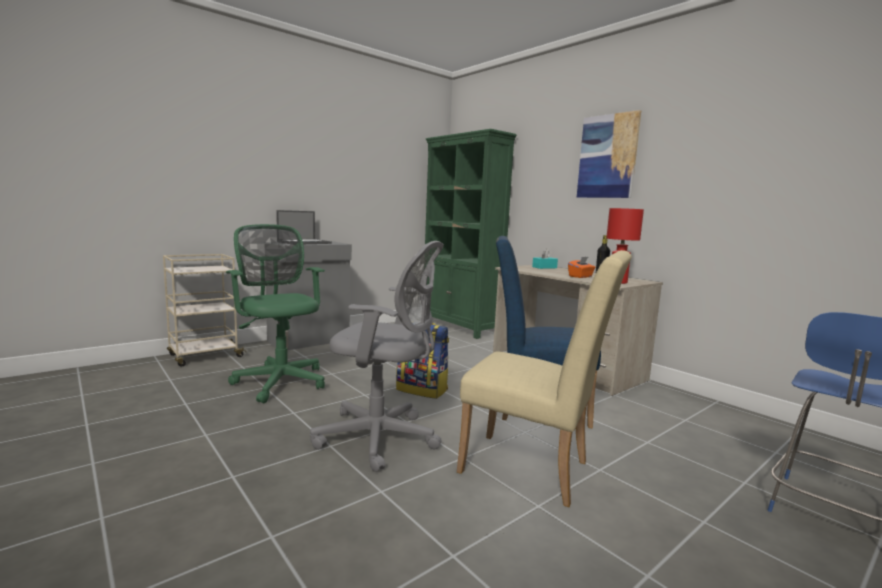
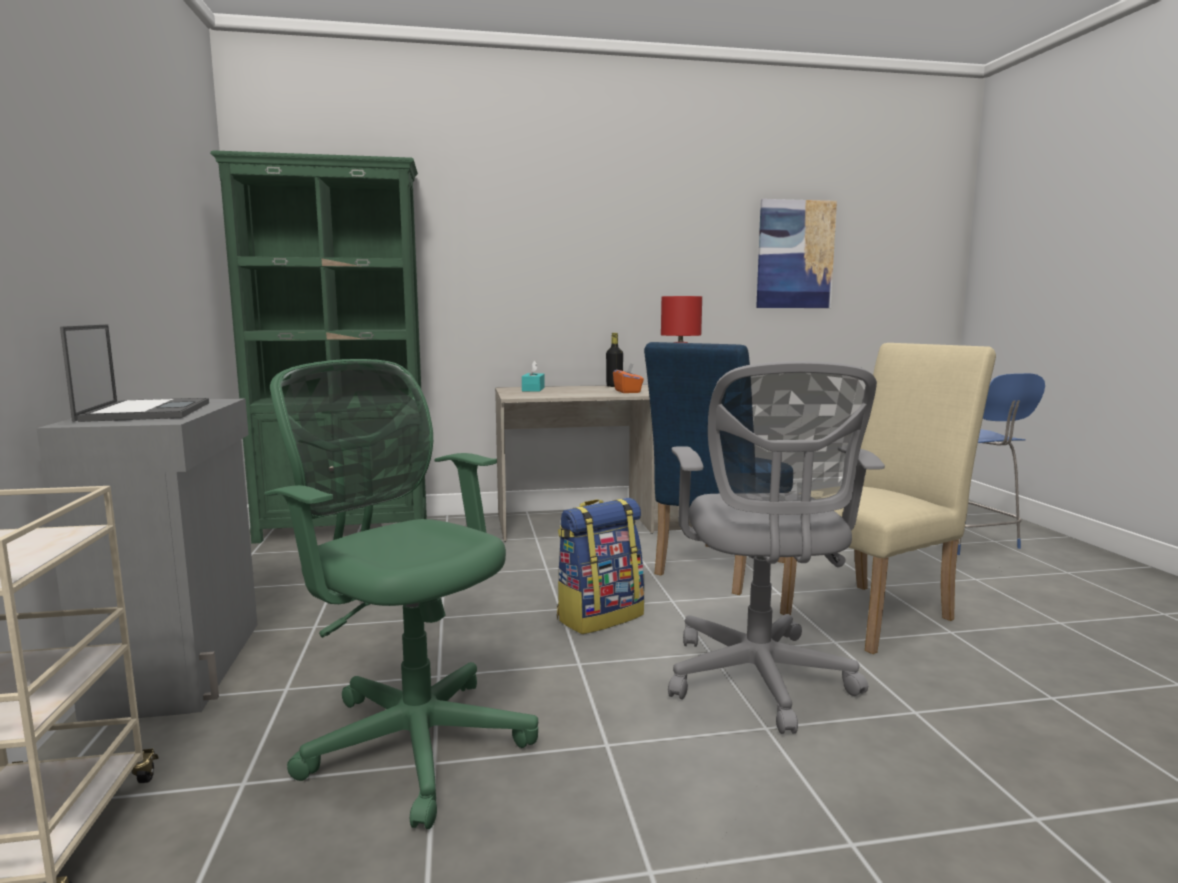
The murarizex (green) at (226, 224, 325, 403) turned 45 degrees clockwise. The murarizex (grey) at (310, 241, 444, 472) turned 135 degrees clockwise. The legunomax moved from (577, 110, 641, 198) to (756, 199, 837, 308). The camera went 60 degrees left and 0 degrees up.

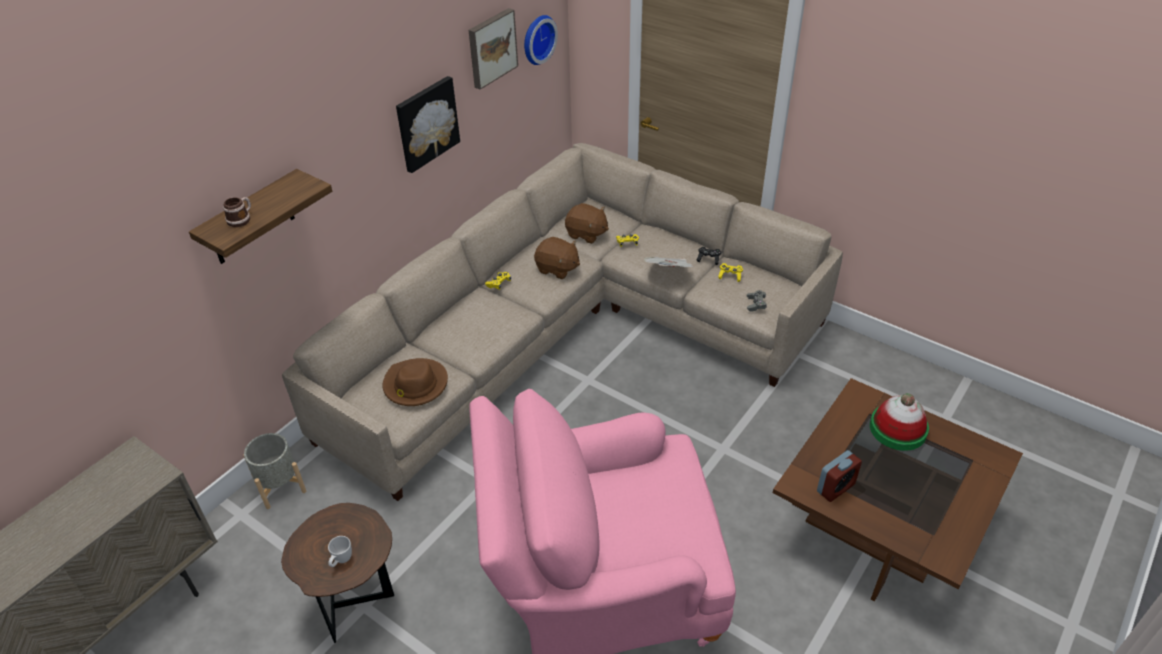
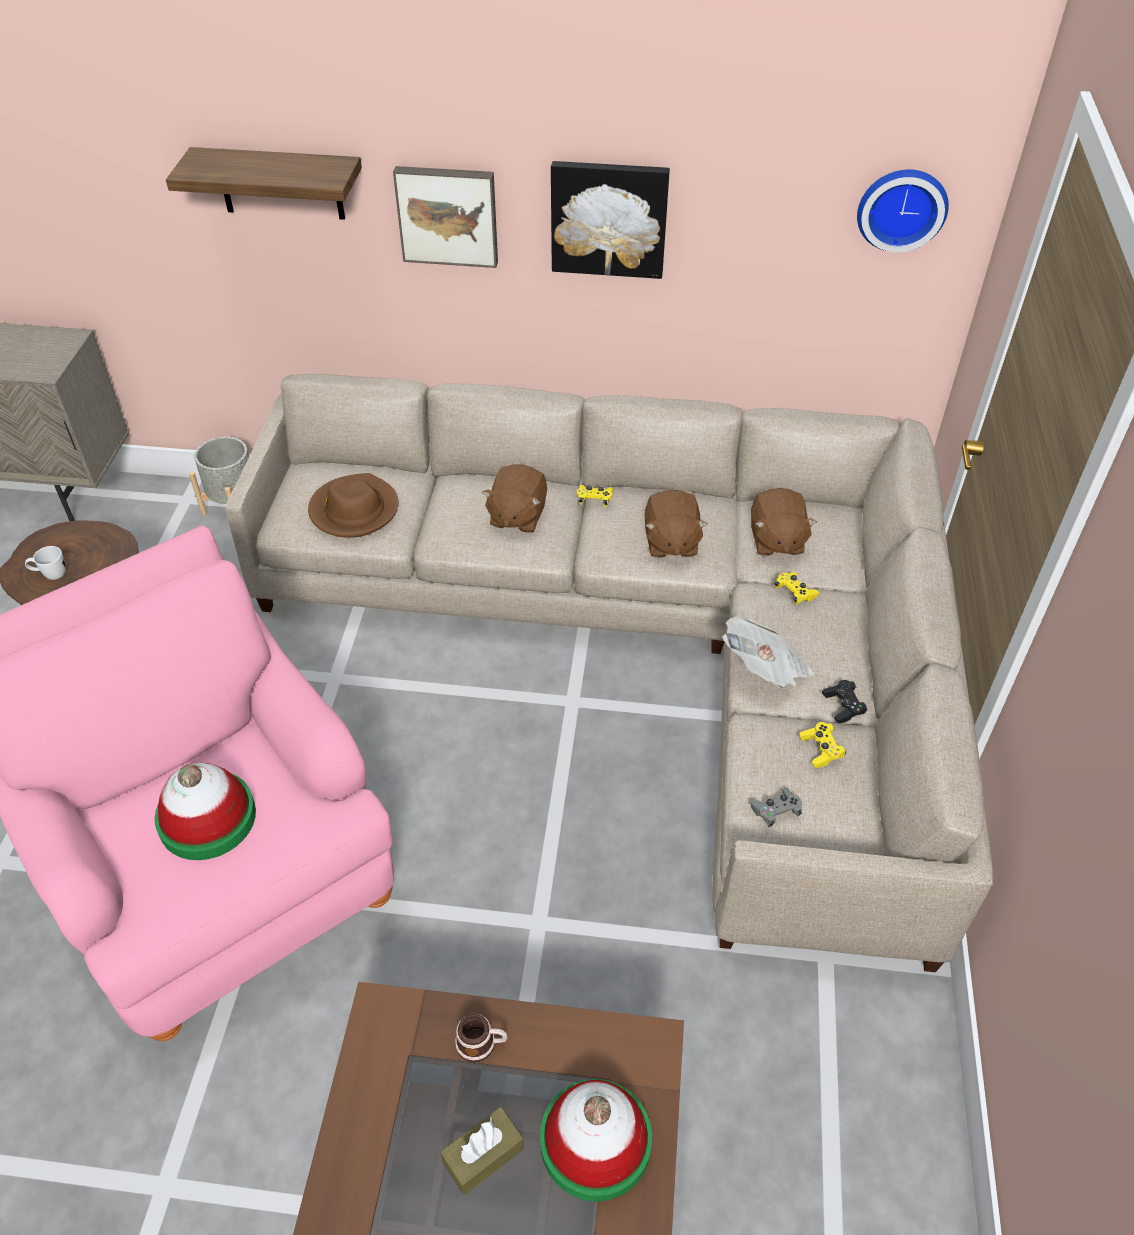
The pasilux at (155, 763, 256, 860) appeared. The legunomax moved from (468, 8, 518, 90) to (393, 166, 498, 268). The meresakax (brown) at (440, 1107, 524, 1195) appeared. The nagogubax moved from (223, 197, 251, 227) to (455, 1014, 508, 1062). The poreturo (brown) at (482, 464, 547, 533) appeared. The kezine at (817, 450, 862, 502) disappeared. The camera went 60 degrees right and 5 degrees up.

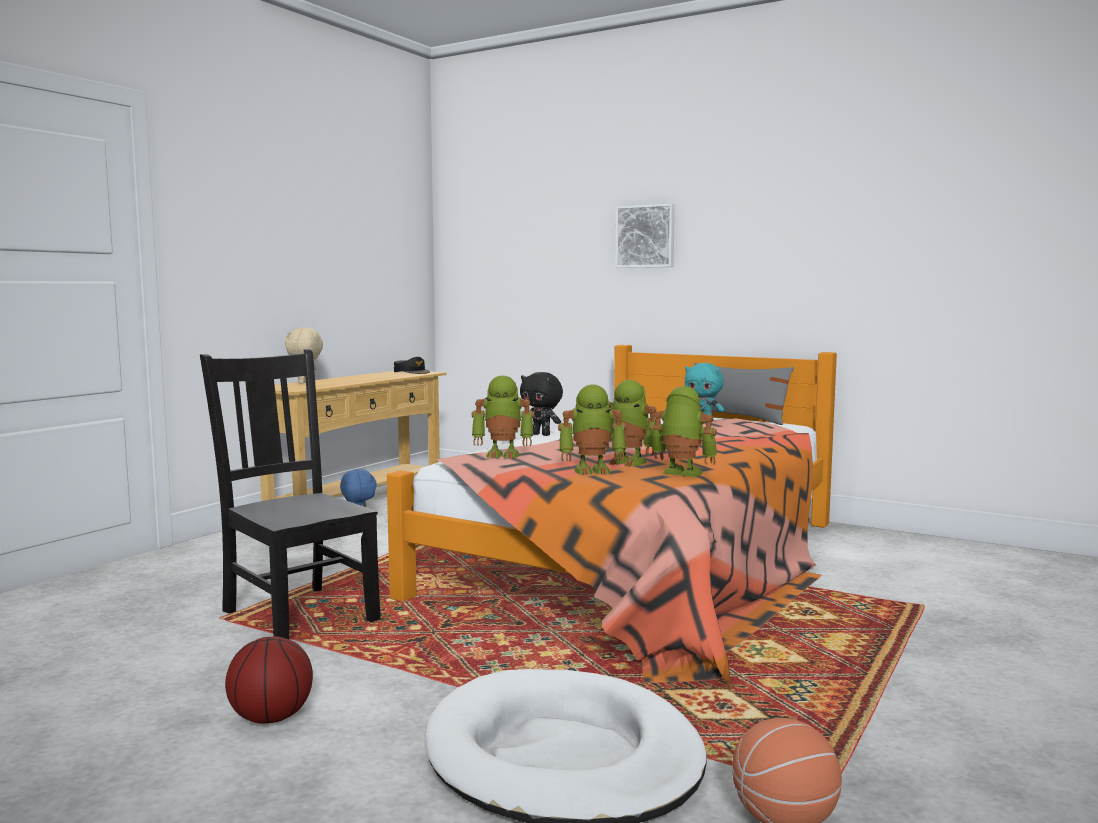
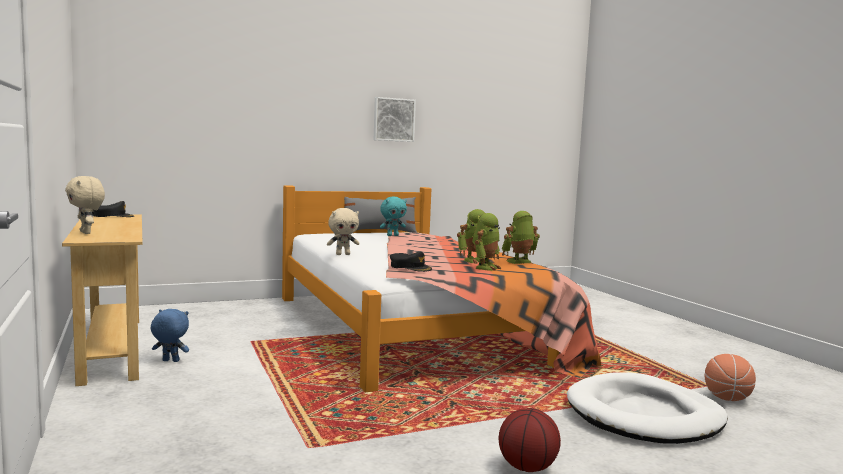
The poreturo (black) at (520, 372, 563, 436) became the poreturo (beige) at (327, 208, 359, 255). The legunomax moved from (615, 204, 675, 268) to (374, 97, 416, 142). The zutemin at (472, 375, 534, 459) was replaced by the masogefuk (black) at (390, 252, 432, 272). The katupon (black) at (200, 349, 381, 639) disappeared. The camera went 55 degrees left and 0 degrees up.

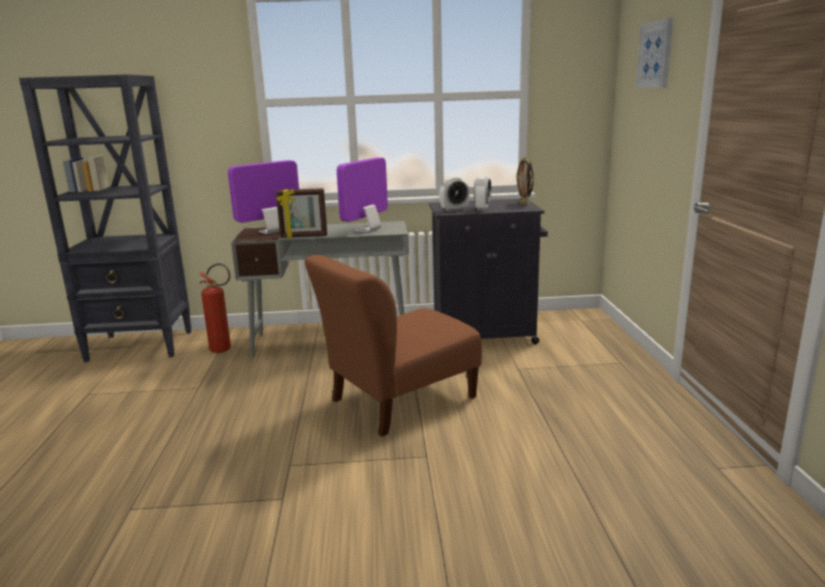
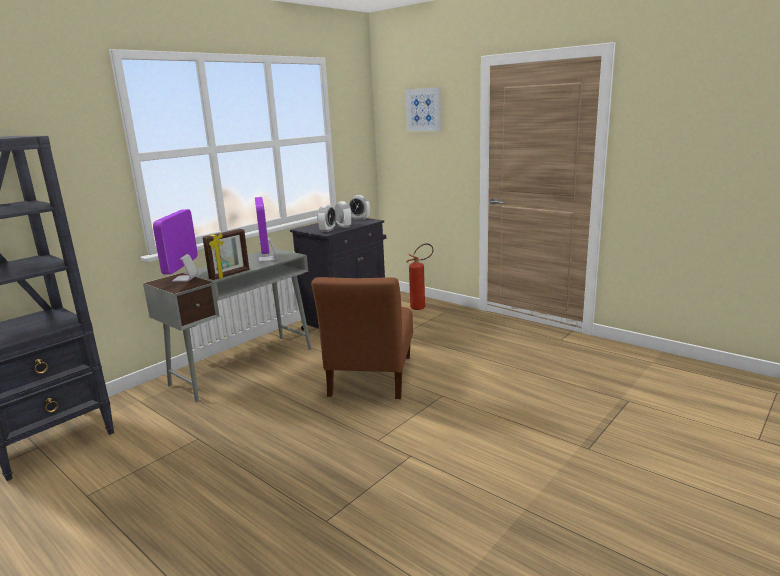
The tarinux at (516, 157, 534, 206) was replaced by the kezine at (348, 195, 370, 220). The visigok moved from (199, 263, 231, 353) to (406, 243, 434, 310). The camera went 45 degrees left and 0 degrees up.

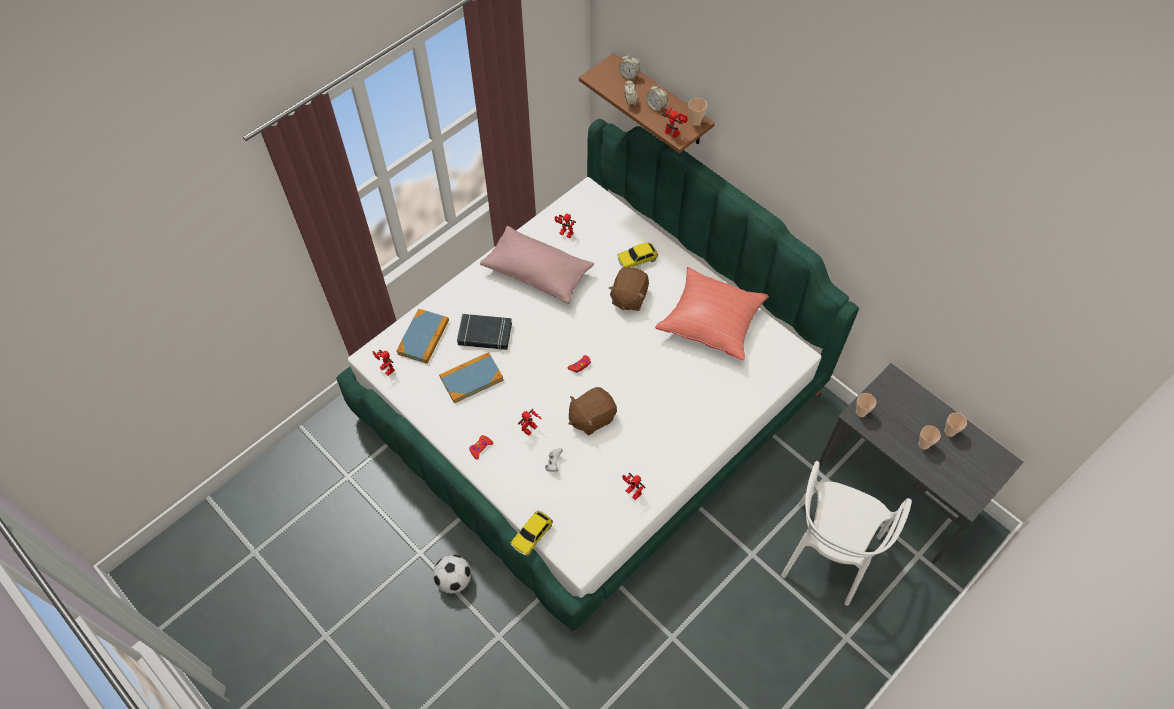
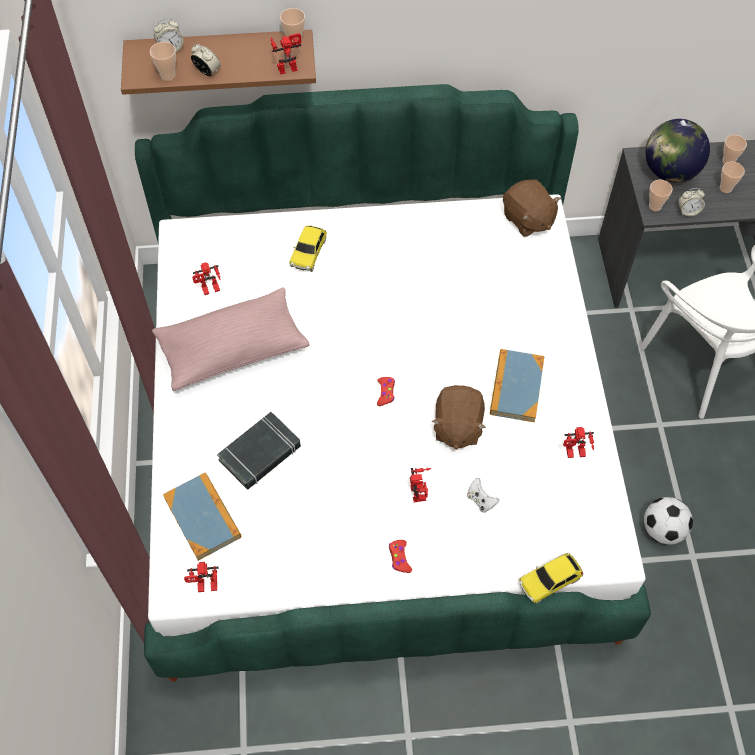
The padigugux at (150, 42, 176, 81) appeared. The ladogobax moved from (439, 352, 504, 403) to (490, 349, 544, 422). The poreturo (brown) moved from (609, 267, 649, 311) to (503, 179, 561, 237). The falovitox at (510, 511, 553, 556) turned 75 degrees clockwise. The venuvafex moved from (433, 555, 471, 594) to (644, 497, 693, 545). The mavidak at (645, 119, 710, 182) appeared. The kezine moved from (646, 84, 668, 111) to (678, 188, 705, 216). The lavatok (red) at (655, 267, 769, 361) disappeared. The camera went 50 degrees left and 0 degrees up.

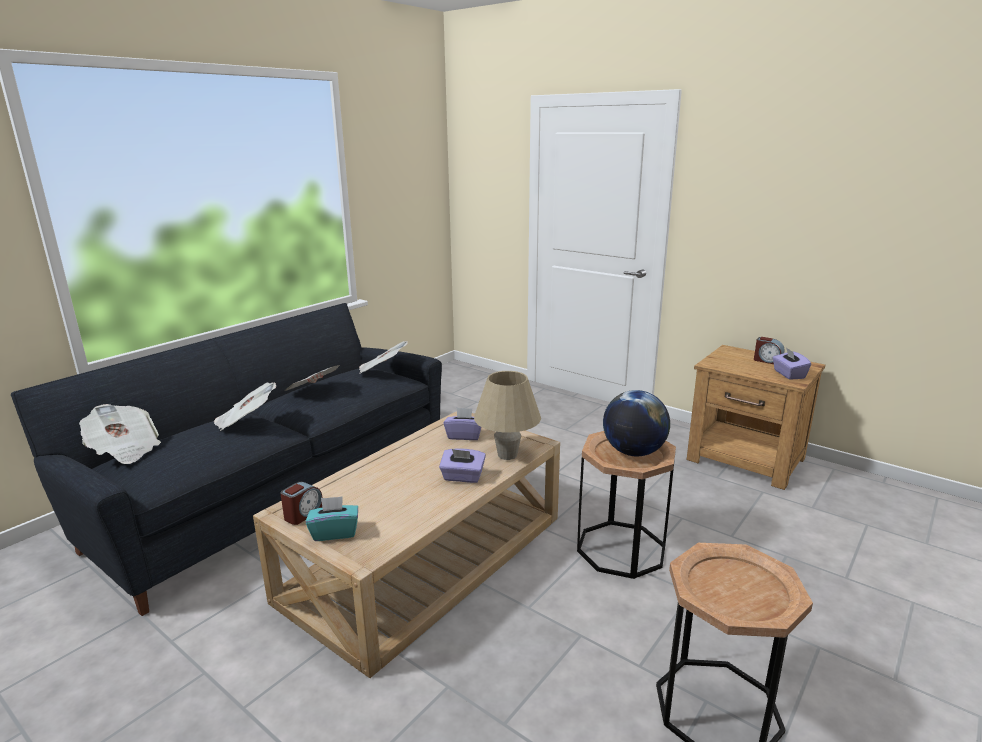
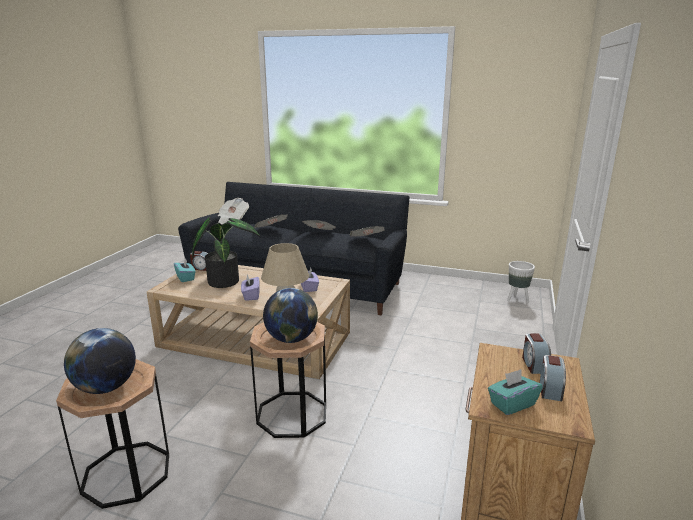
The mavidak at (64, 328, 136, 394) appeared. The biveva at (192, 217, 260, 288) appeared. The meresakax (purple) at (772, 347, 811, 380) became the meresakax (turquoise) at (488, 369, 542, 415). The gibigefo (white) at (507, 261, 535, 303) appeared. The kezine at (522, 333, 551, 374) appeared. The camera went 70 degrees right and 0 degrees up.

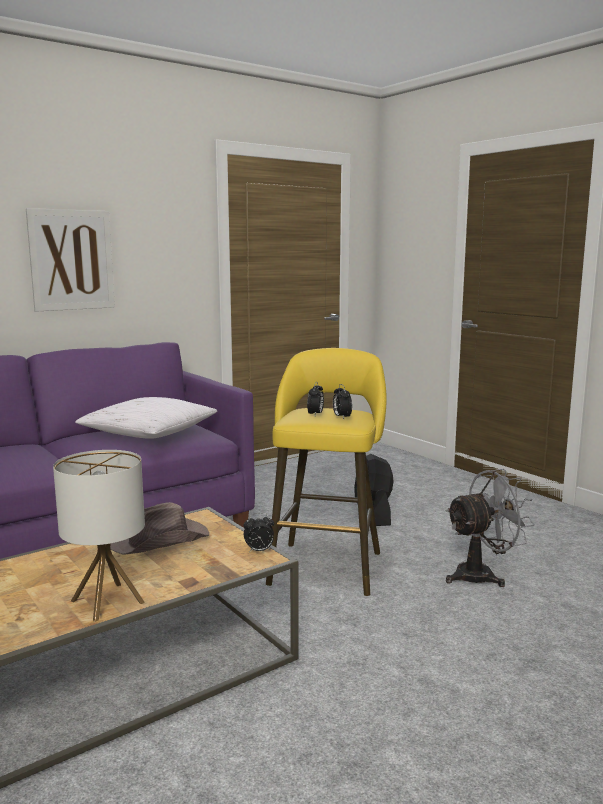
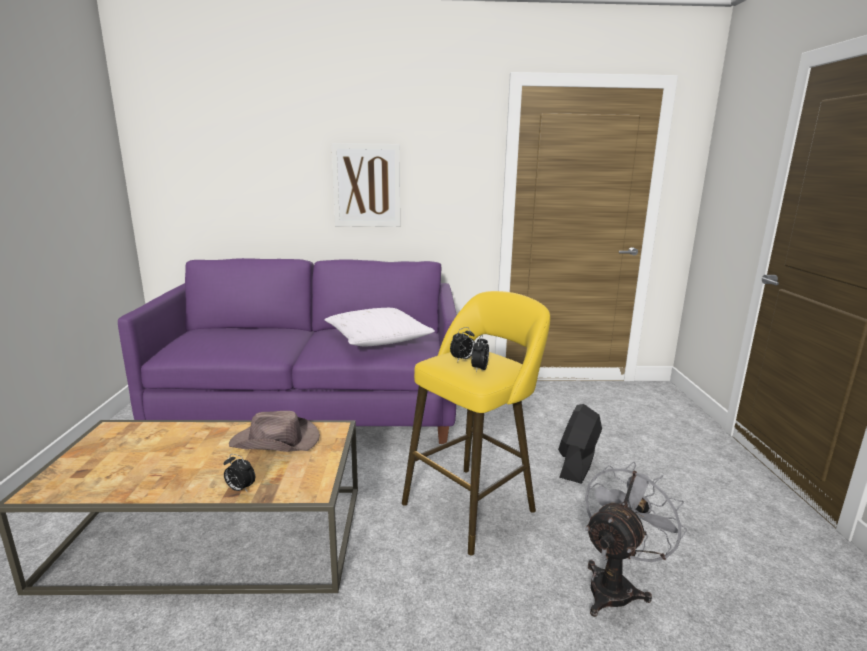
The kezine moved from (243, 513, 274, 553) to (224, 454, 255, 493). The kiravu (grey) at (446, 469, 535, 587) turned 60 degrees counterclockwise. The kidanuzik at (53, 450, 145, 622) disappeared. The camera went 35 degrees right and 5 degrees up.

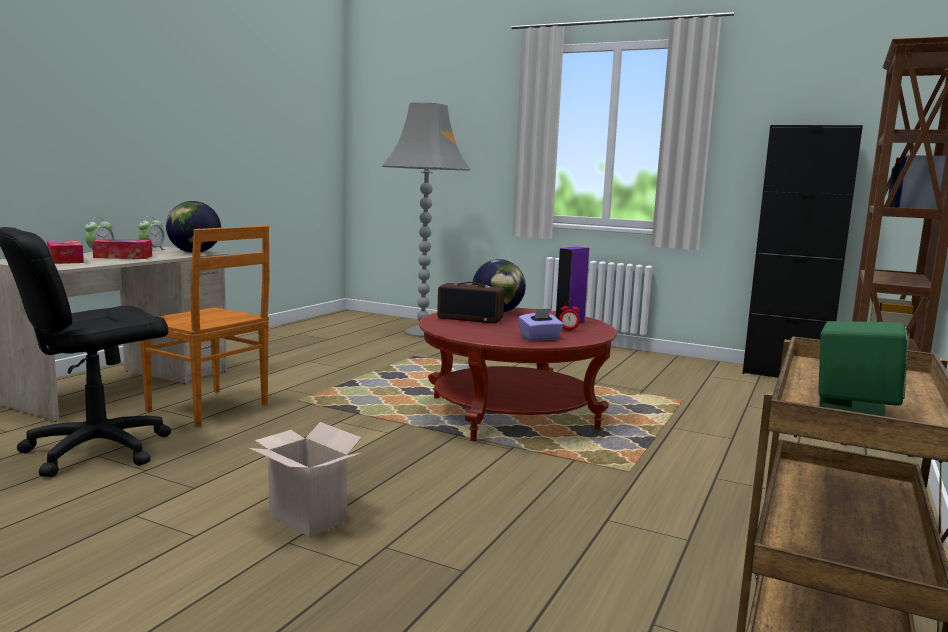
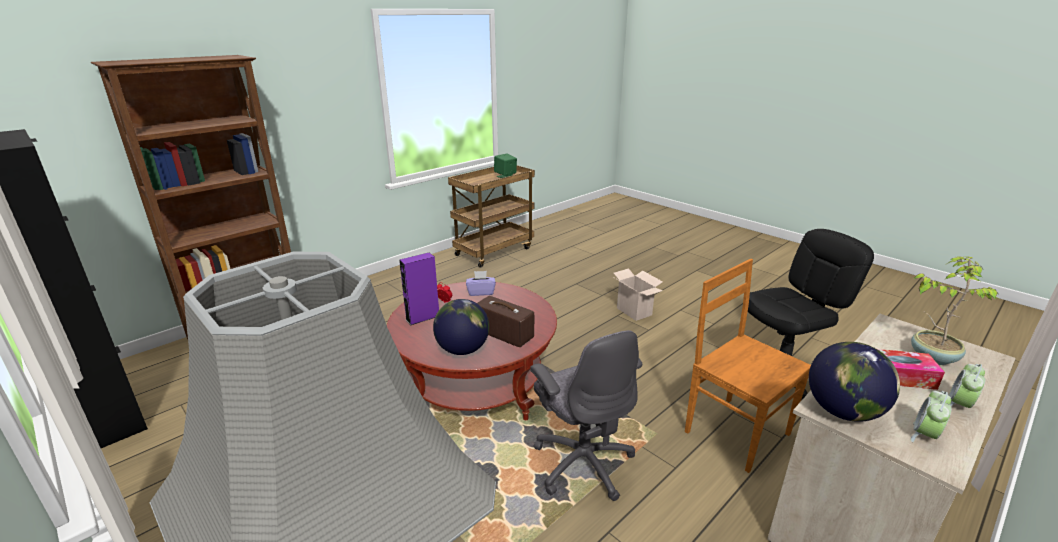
The murarizex (grey) at (530, 330, 642, 501) appeared. The meresakax at (47, 240, 84, 264) was replaced by the biveva at (911, 256, 1000, 365). The camera went 160 degrees left and 15 degrees up.

